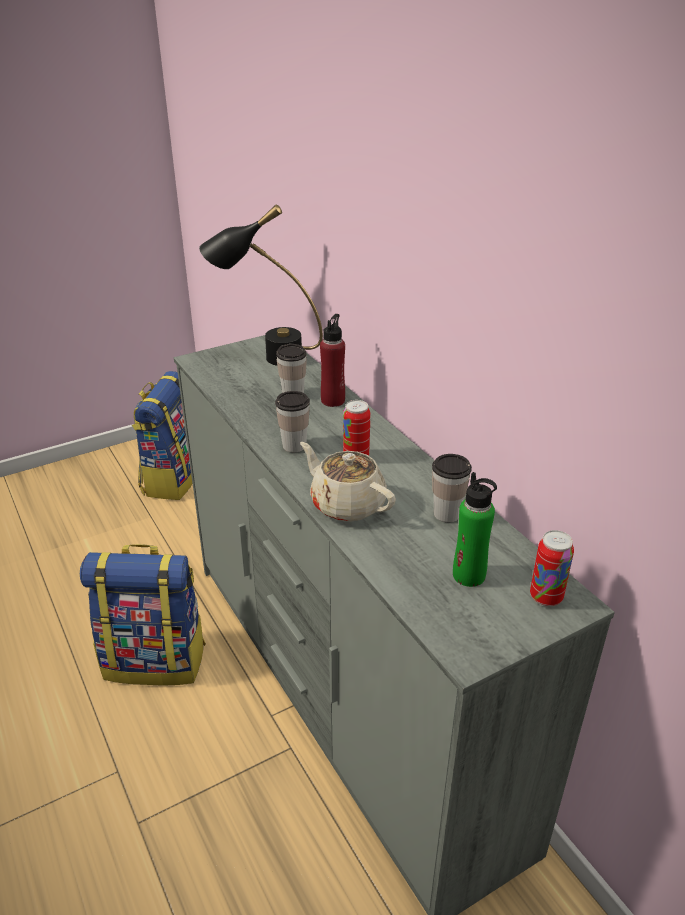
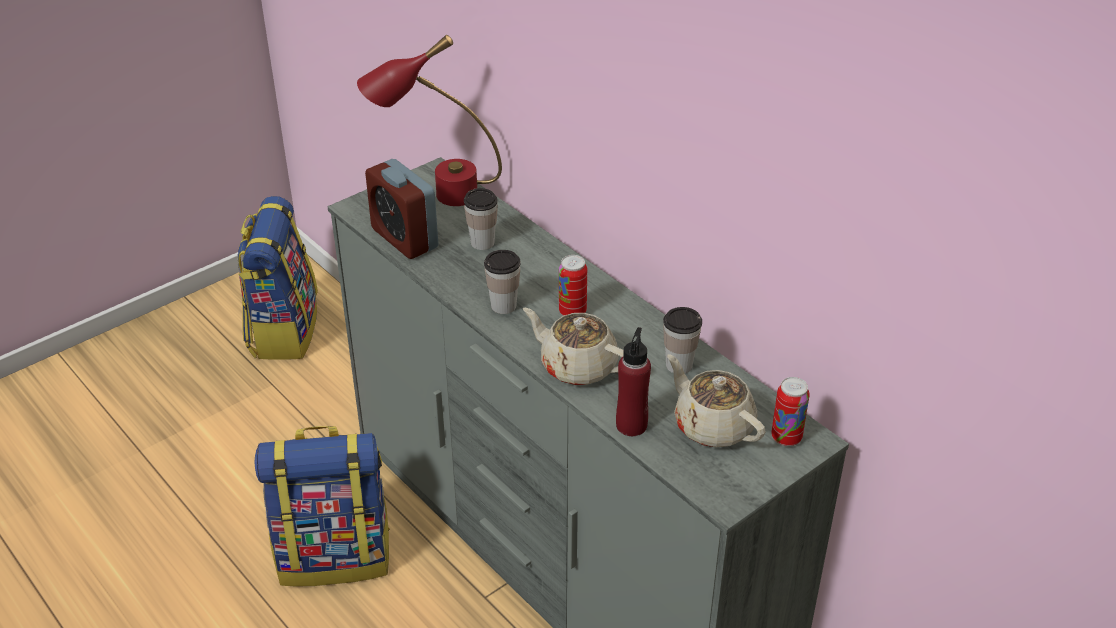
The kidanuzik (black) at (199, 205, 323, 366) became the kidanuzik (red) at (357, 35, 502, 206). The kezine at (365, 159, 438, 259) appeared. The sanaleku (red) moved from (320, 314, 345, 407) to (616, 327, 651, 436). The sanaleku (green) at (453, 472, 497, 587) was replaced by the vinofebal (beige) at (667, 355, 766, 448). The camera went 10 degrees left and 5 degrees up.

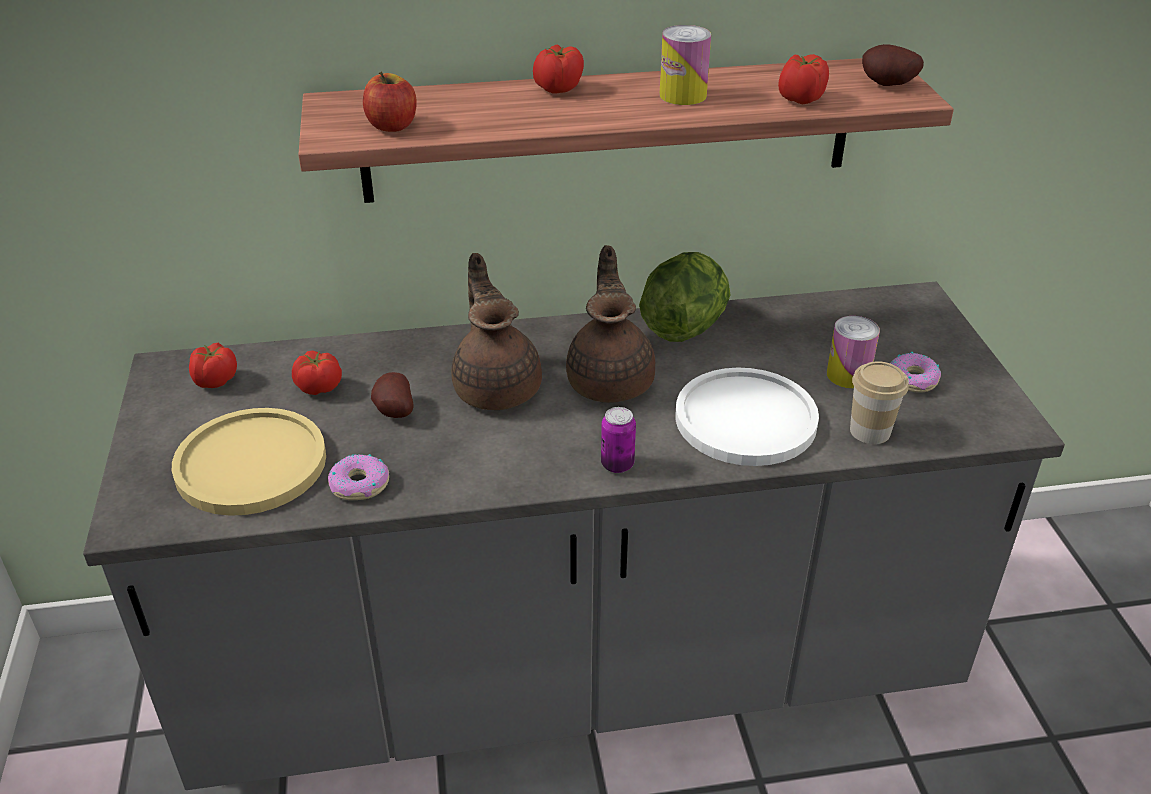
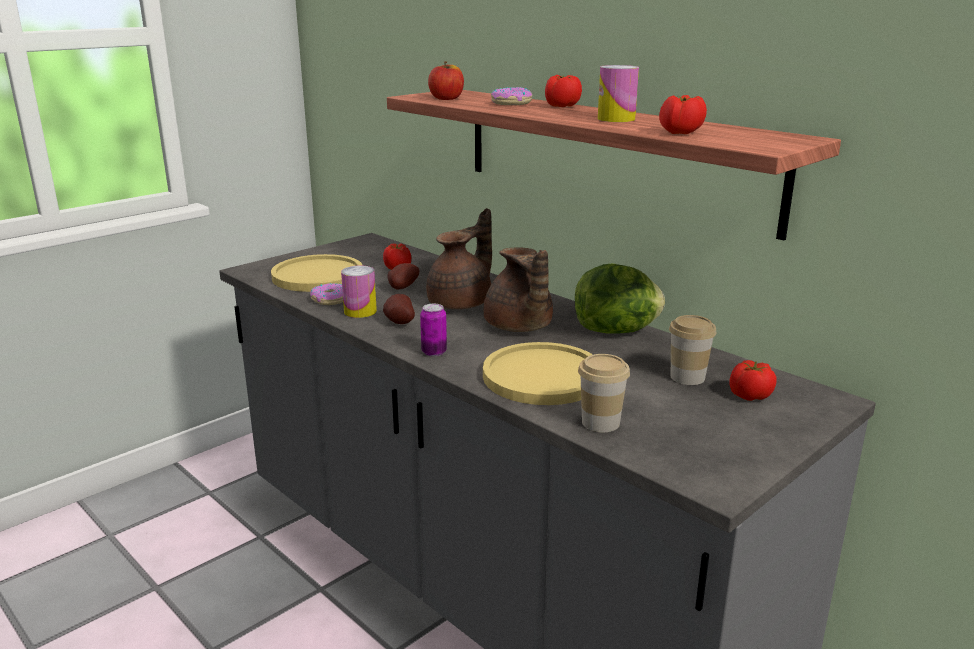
The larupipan moved from (827, 316, 880, 389) to (341, 266, 377, 318). The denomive moved from (862, 44, 924, 86) to (383, 294, 415, 324). The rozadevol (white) at (675, 368, 819, 466) became the rozadevol (yellow) at (483, 342, 593, 405). The vinofebal (brown) at (566, 245, 655, 403) turned 105 degrees clockwise. The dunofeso moved from (890, 352, 941, 393) to (491, 87, 532, 105). The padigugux at (669, 315, 716, 385) appeared. The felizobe moved from (189, 343, 237, 388) to (730, 360, 777, 401). The camera went 55 degrees right and 15 degrees down.

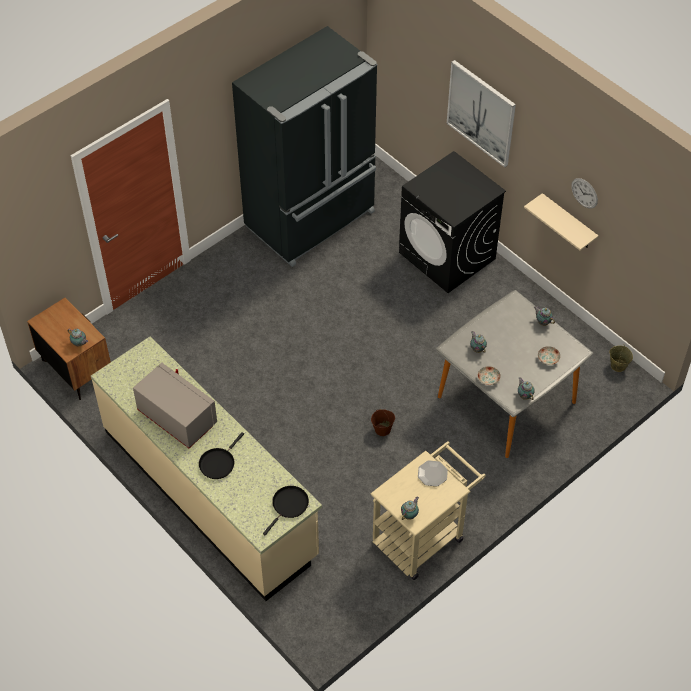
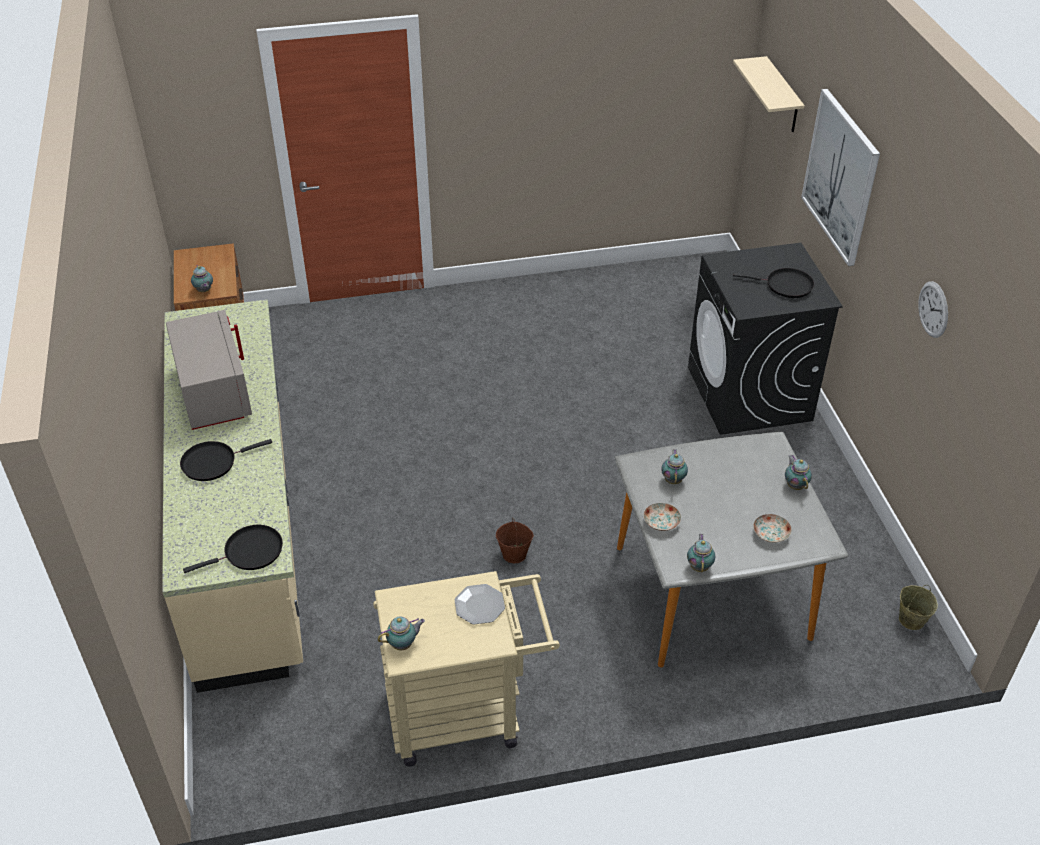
The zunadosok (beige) moved from (524, 193, 599, 251) to (733, 56, 805, 132). The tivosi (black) at (733, 268, 814, 298) appeared. The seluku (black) at (232, 26, 378, 267) disappeared. The camera went 30 degrees right and 10 degrees down.

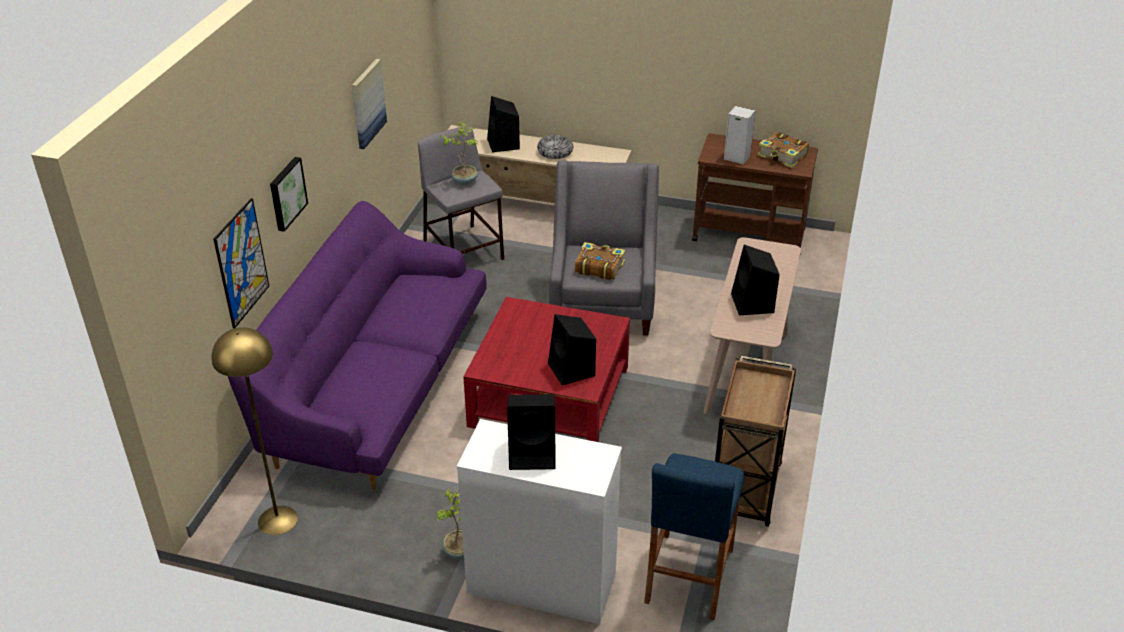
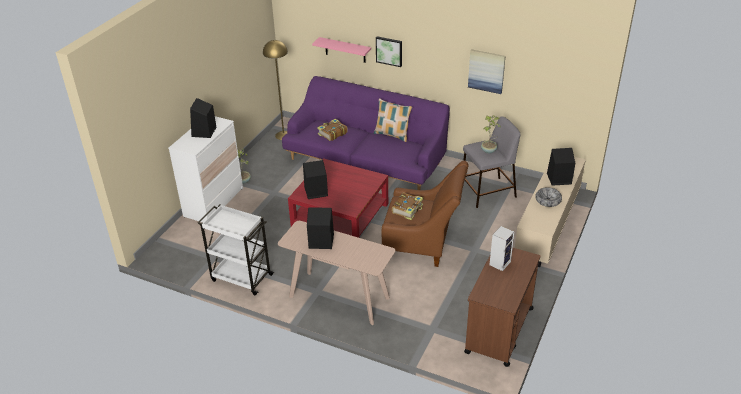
The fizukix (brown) at (715, 356, 796, 527) became the fizukix (white) at (198, 204, 274, 295). The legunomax at (213, 198, 269, 329) was replaced by the zunadosok (pink) at (312, 37, 371, 63). The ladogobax moved from (758, 132, 809, 168) to (317, 119, 348, 141). The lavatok at (374, 99, 412, 142) appeared. The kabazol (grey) at (549, 160, 659, 336) became the kabazol (brown) at (382, 161, 469, 267). The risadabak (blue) at (644, 453, 744, 620) disappeared. The camera went 100 degrees right and 0 degrees up.

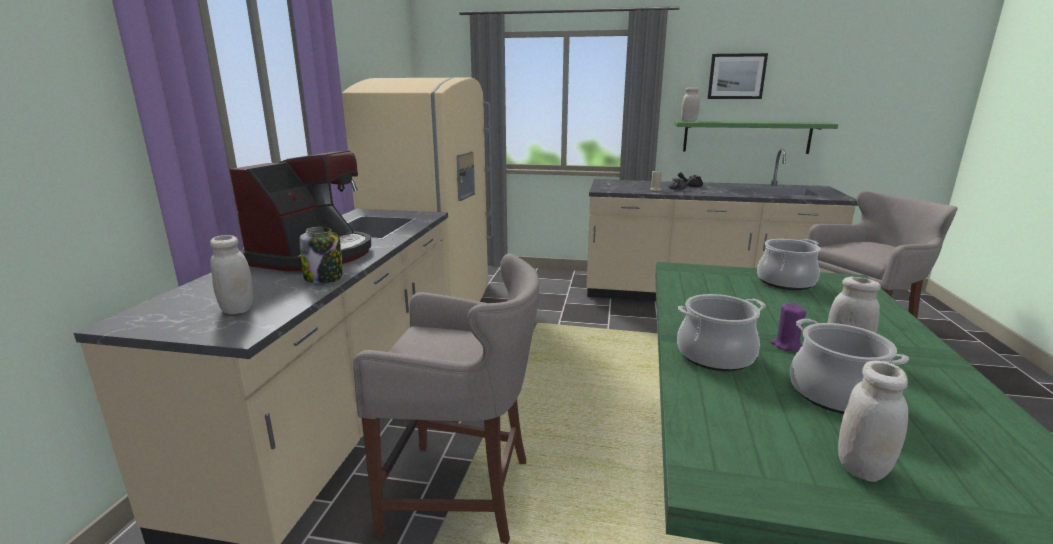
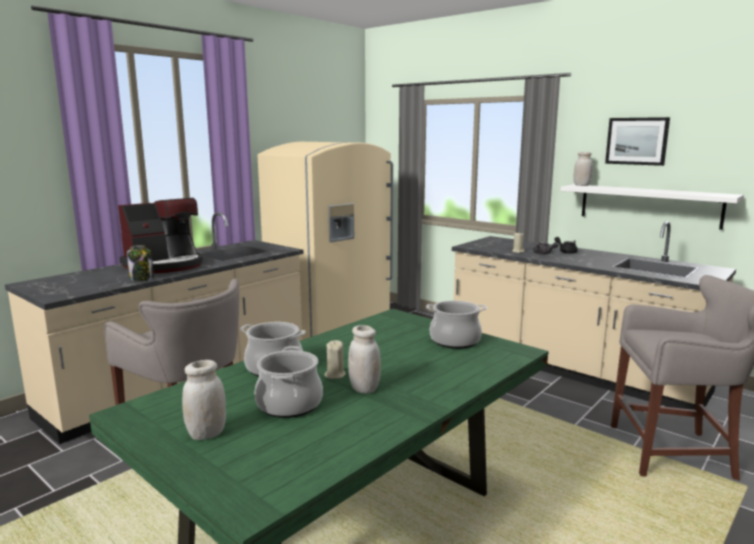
The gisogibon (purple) at (770, 303, 806, 351) became the gisogibon (beige) at (325, 340, 346, 379). The zunadosok (green) at (674, 121, 838, 154) became the zunadosok (white) at (560, 184, 744, 230). The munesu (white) at (210, 235, 253, 314) disappeared. The camera went 30 degrees right and 5 degrees down.

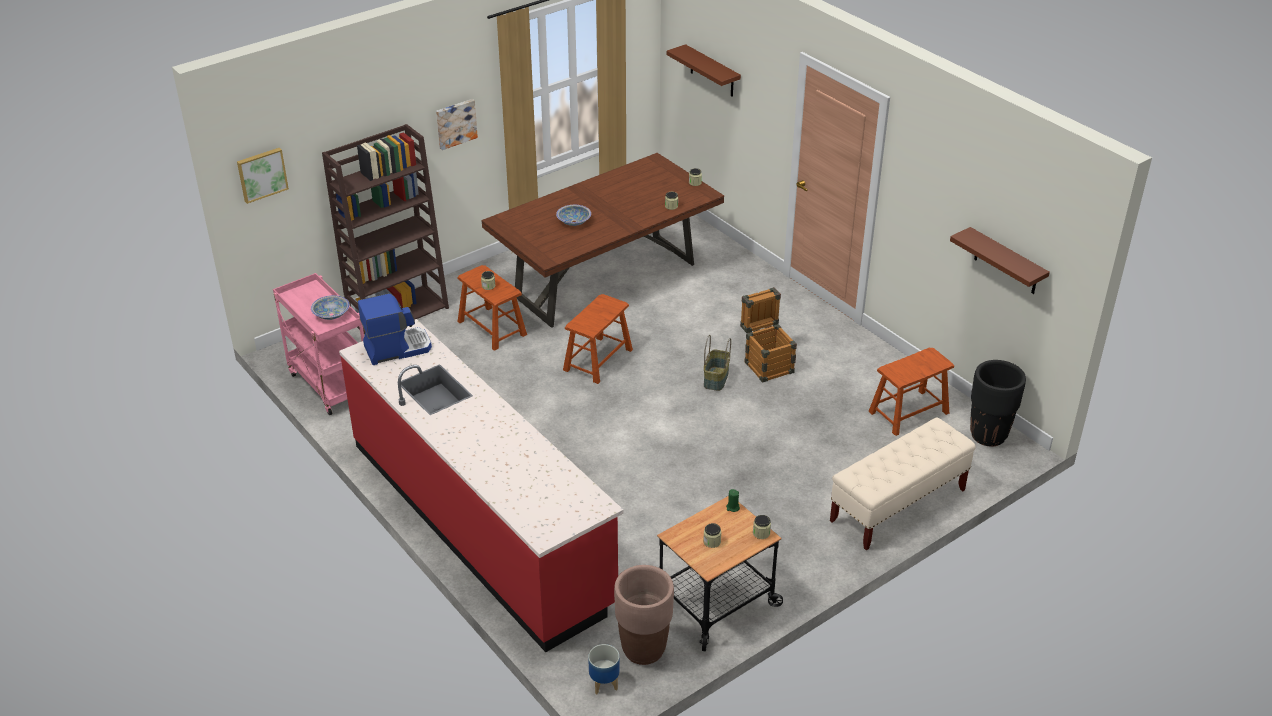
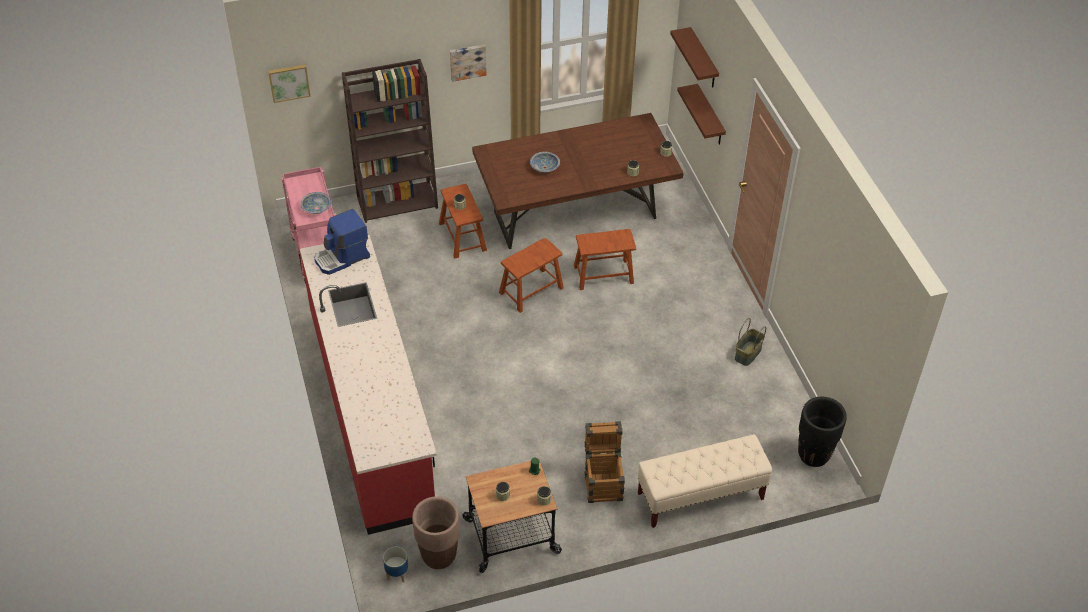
The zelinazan at (358, 293, 432, 365) turned 150 degrees clockwise. The risadabak (brown) moved from (868, 348, 954, 436) to (574, 229, 636, 290). The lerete moved from (740, 287, 797, 383) to (584, 421, 625, 503). The zunadosok (brown) moved from (950, 227, 1050, 294) to (677, 84, 726, 144). The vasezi moved from (704, 335, 731, 391) to (735, 318, 766, 366). The camera went 20 degrees right and 10 degrees up.

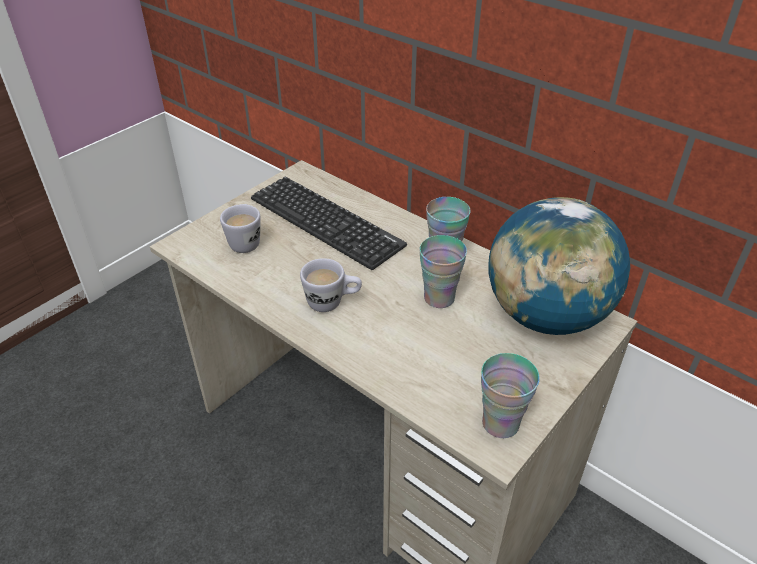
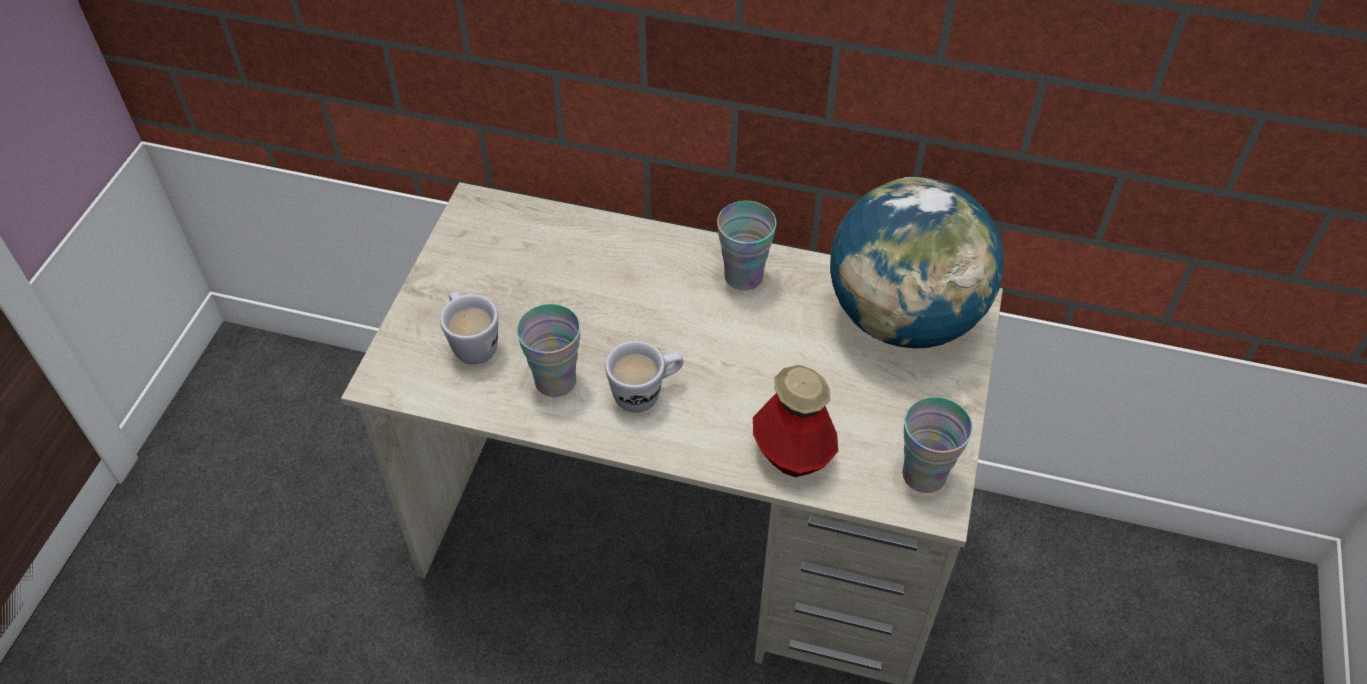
The padigugux moved from (419, 235, 467, 308) to (517, 304, 580, 397). The sanaleku at (753, 365, 838, 477) appeared. The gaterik at (251, 176, 407, 270) disappeared. The camera went 25 degrees left and 10 degrees up.

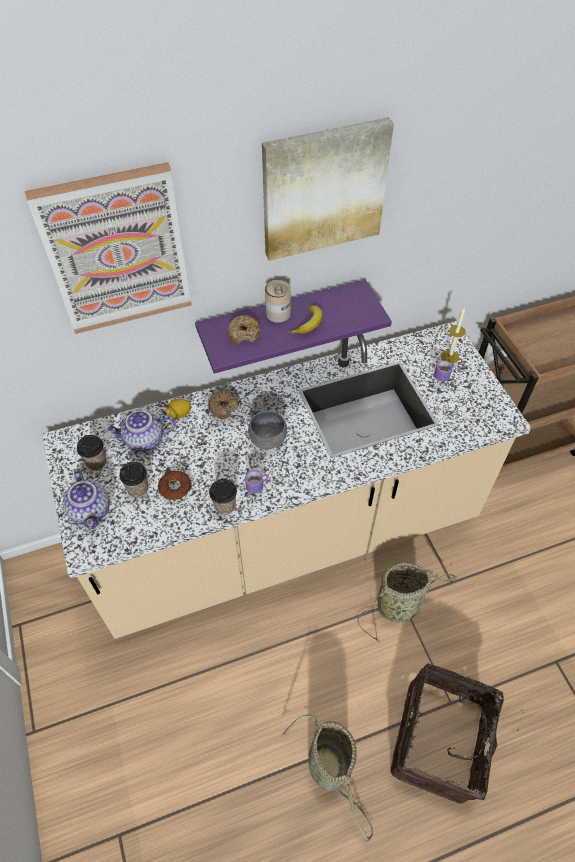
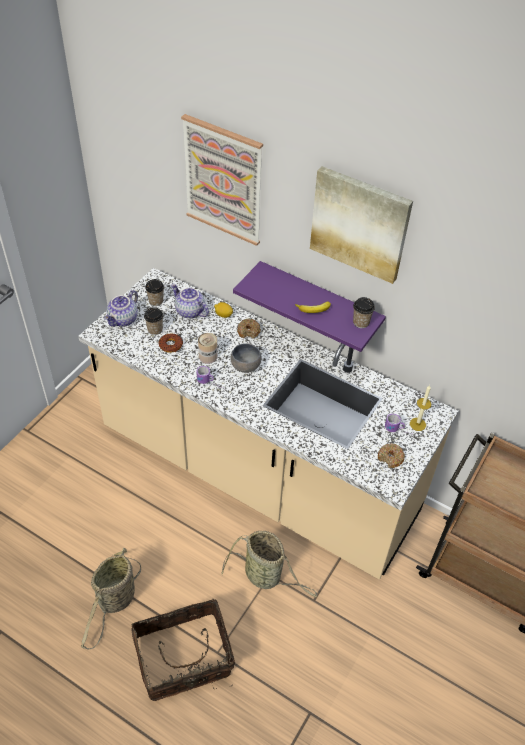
The larupipan moved from (265, 280, 291, 323) to (198, 333, 218, 364). The padigugux moved from (209, 479, 237, 515) to (353, 297, 375, 328). The dunofeso moved from (228, 315, 260, 344) to (378, 443, 405, 468). The camera went 50 degrees right and 5 degrees down.

